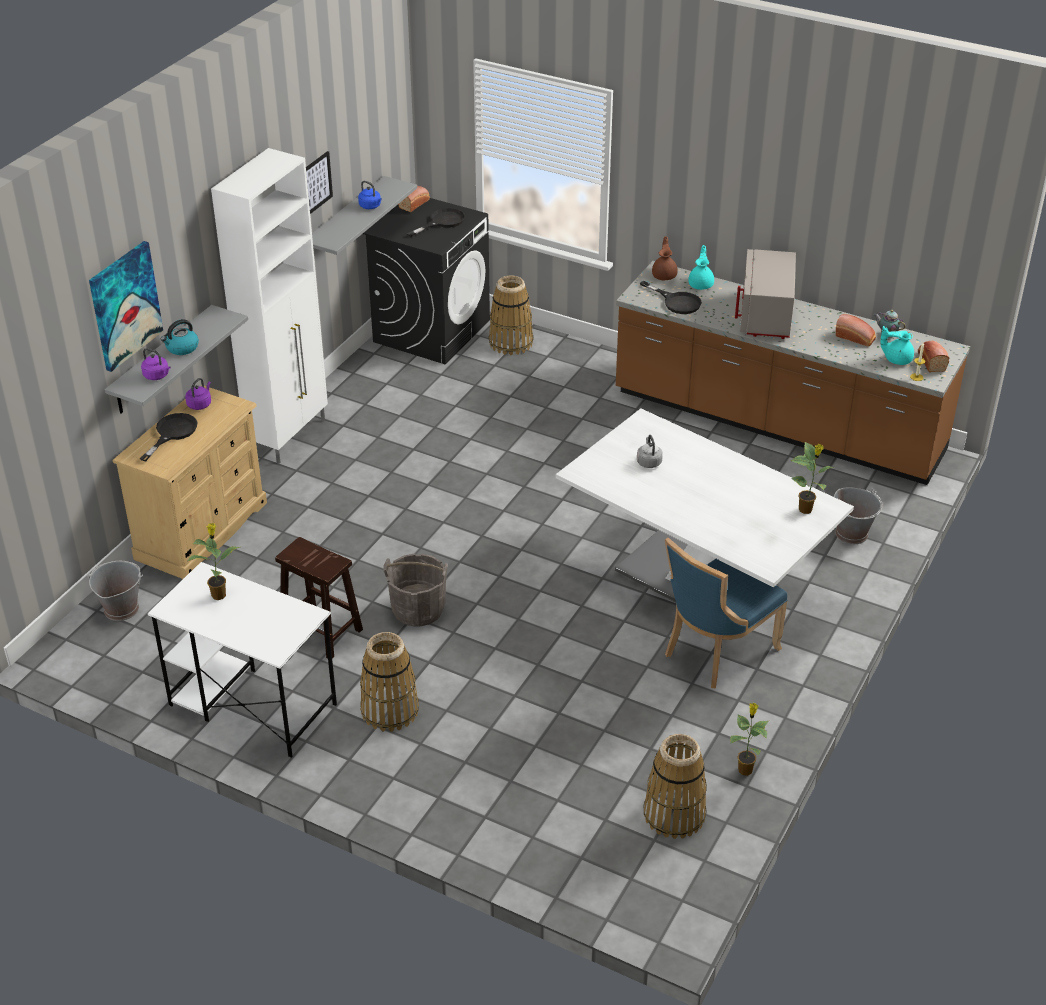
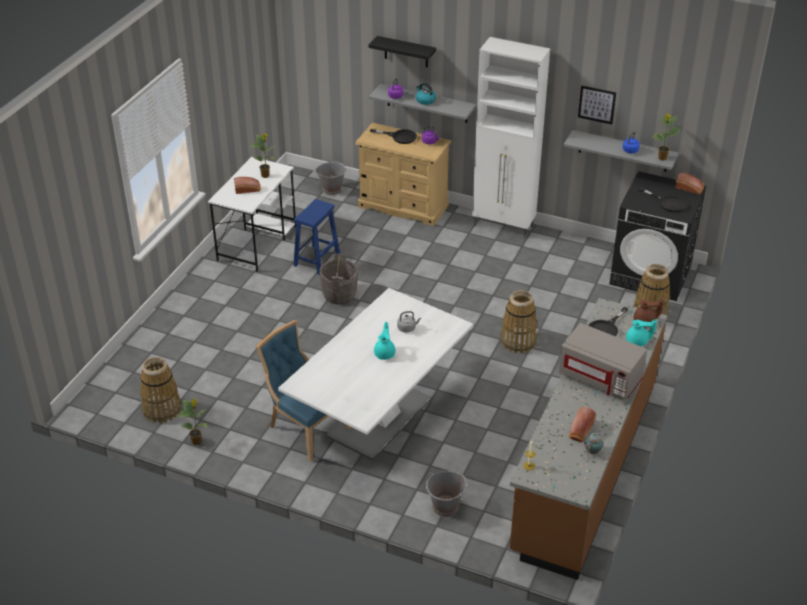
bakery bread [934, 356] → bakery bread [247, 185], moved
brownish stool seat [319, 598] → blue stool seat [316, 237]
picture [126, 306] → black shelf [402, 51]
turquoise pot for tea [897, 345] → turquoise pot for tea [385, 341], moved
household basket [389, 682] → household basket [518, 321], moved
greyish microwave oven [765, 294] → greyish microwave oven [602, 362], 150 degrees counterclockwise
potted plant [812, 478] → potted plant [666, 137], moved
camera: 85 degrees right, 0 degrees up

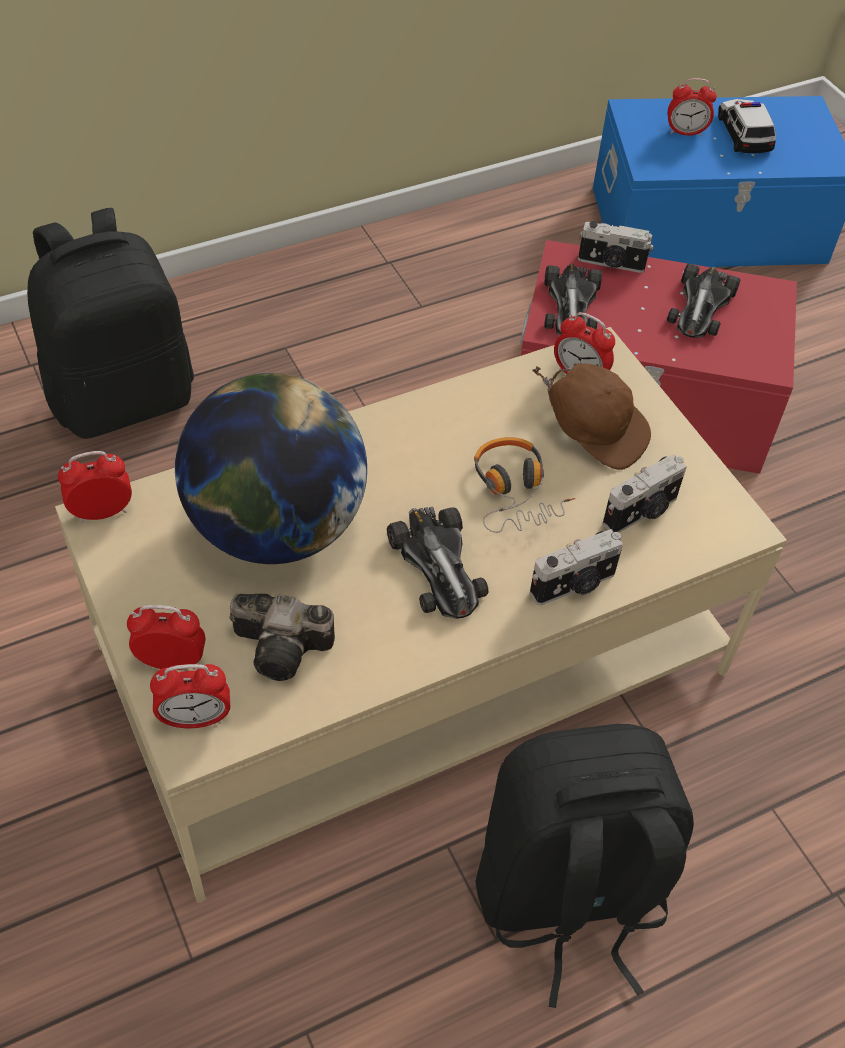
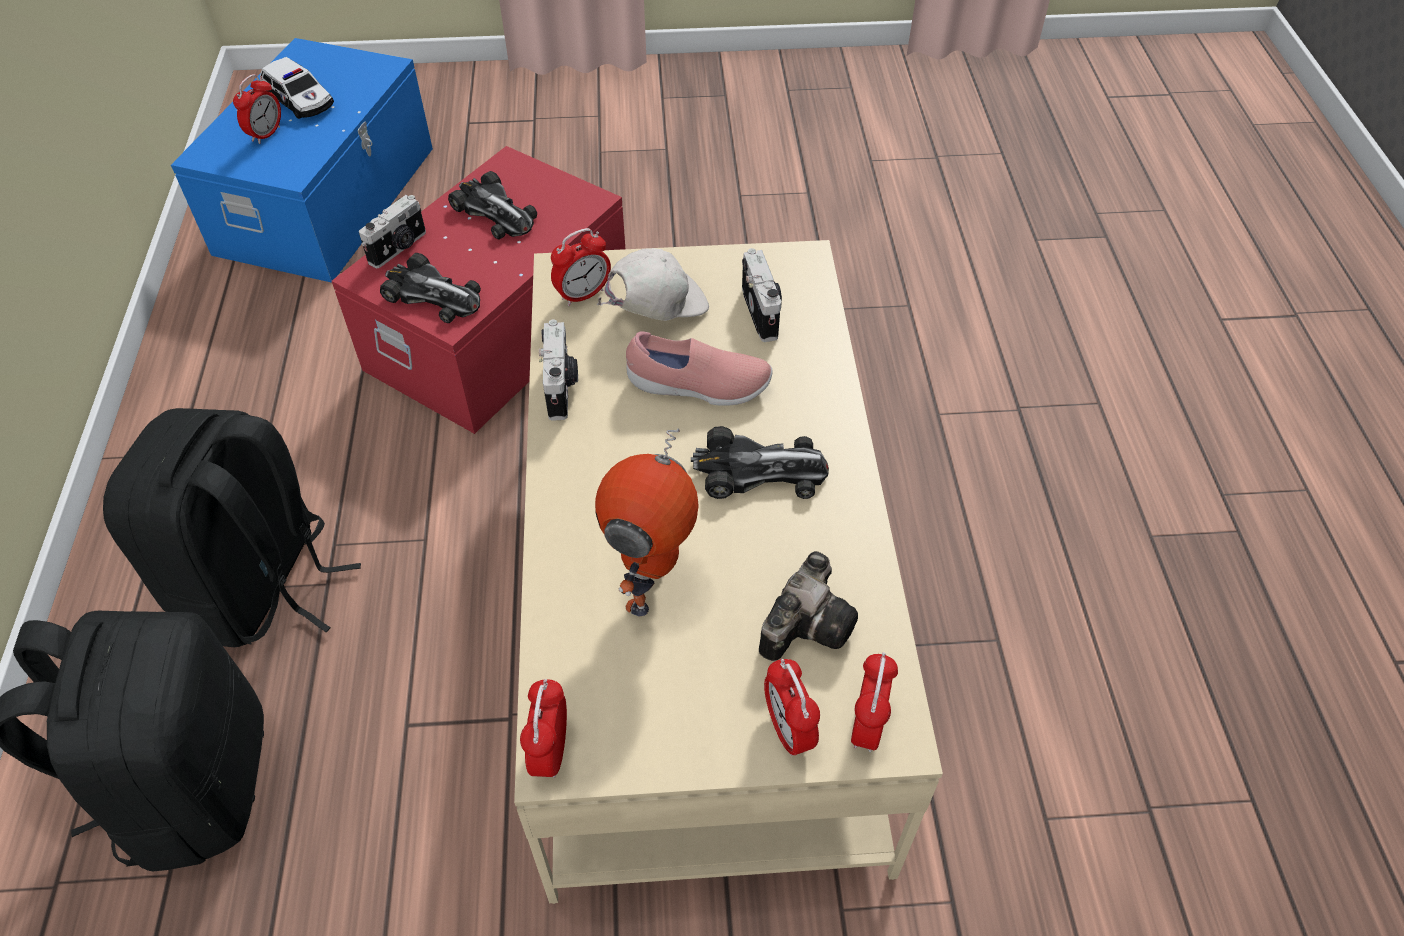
black rucksack [584, 866] → black rucksack [232, 527], moved
toy car [747, 126] → toy car [297, 88], 150 degrees counterclockwise
still camera [576, 567] → still camera [558, 370], moved
desk globe [271, 468] → model robot [647, 523]
brownish peaked cap [591, 416] → white-coloured peaked cap [653, 284]
pair of headphones [524, 485] → pinkish shoe [699, 368]
table clock [166, 637] → table clock [792, 707], 45 degrees counterclockwise
camera: 65 degrees left, 0 degrees up

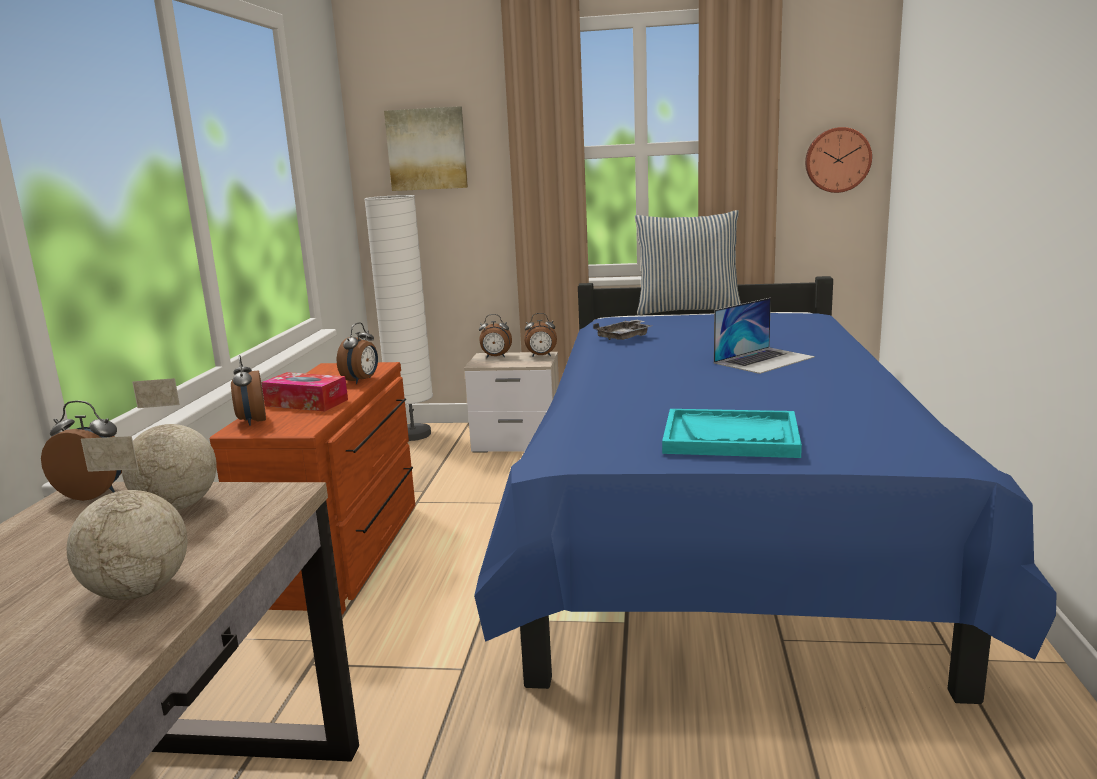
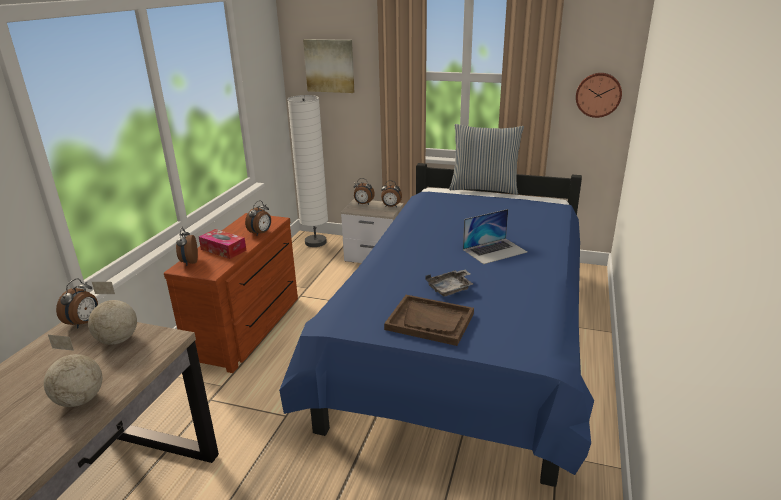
table clock [81, 450] → table clock [77, 303], 90 degrees clockwise
turquoise tray [732, 433] → brownish tray [429, 320]
greyish tray [622, 330] → greyish tray [449, 283], moved
camera: 10 degrees right, 10 degrees up

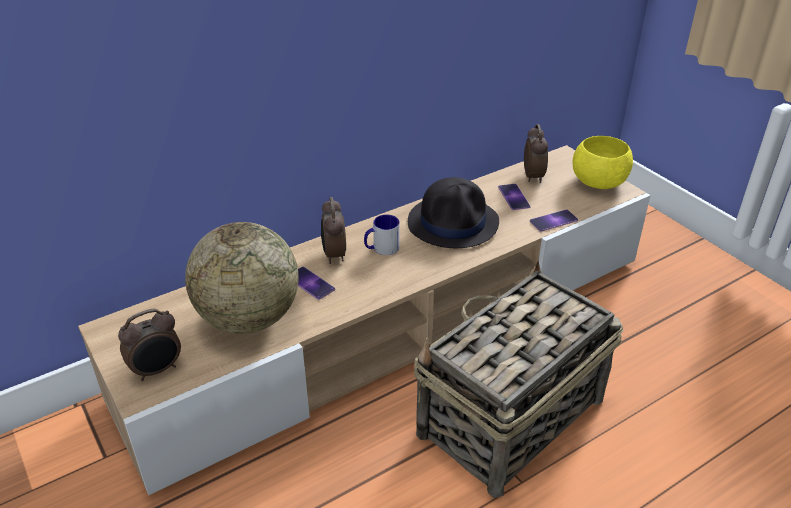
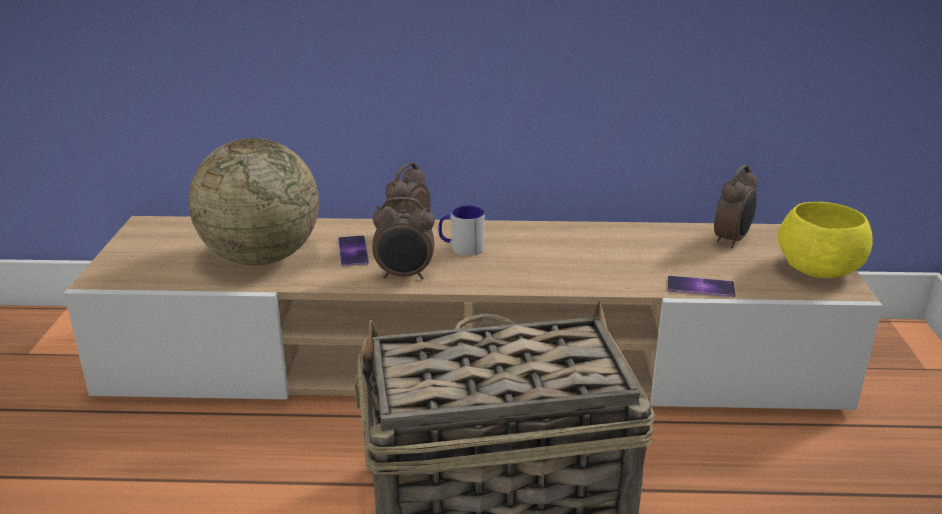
table clock [149, 345] → table clock [403, 238], moved
black hat [453, 212] → -
telephone [514, 197] → -
camera: 35 degrees right, 10 degrees down

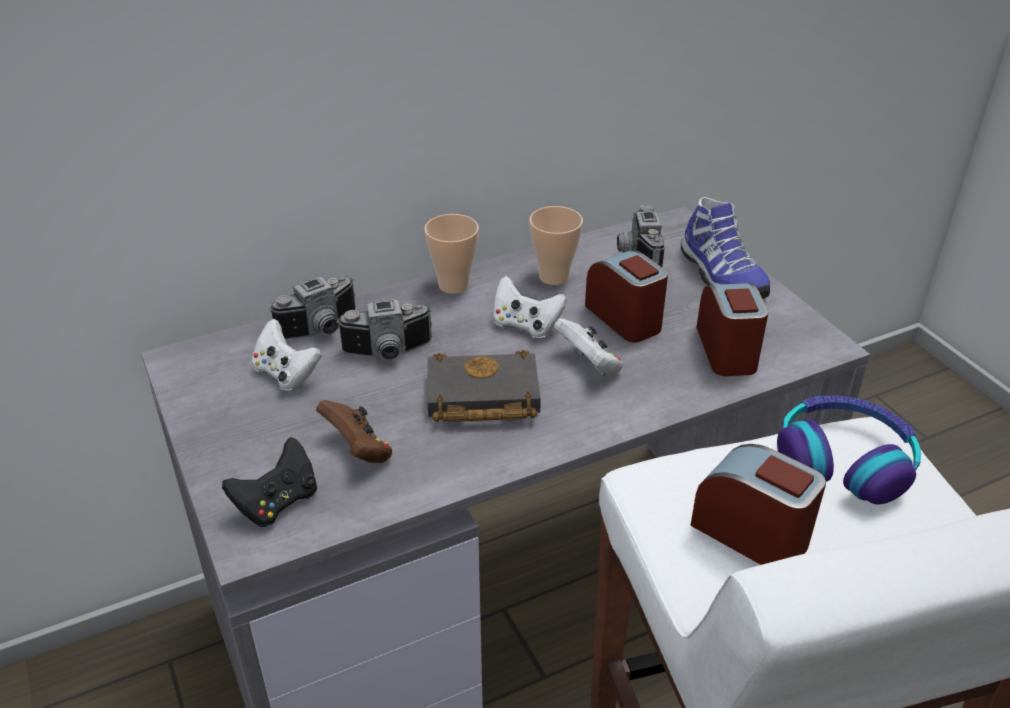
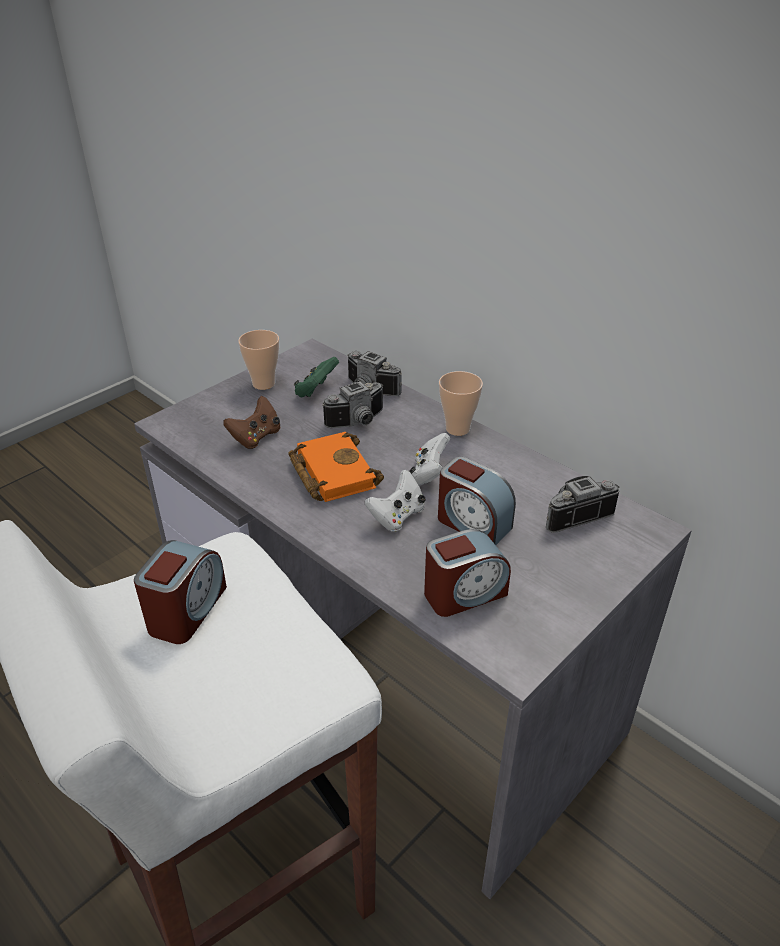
drinking cup [556, 245] → drinking cup [258, 360], moved
black bound book [484, 386] → orangey bound book [336, 467]
white-coloured joypad [287, 355] → green-coloured joypad [316, 377]
still camera [384, 329] → still camera [352, 404], 90 degrees counterclockwise
table clock [626, 296] → table clock [477, 501], 90 degrees clockwise
black joypad [269, 482] → -
shoe [725, 248] → -
pair of headphones [849, 450] → -
camera: 70 degrees right, 0 degrees up

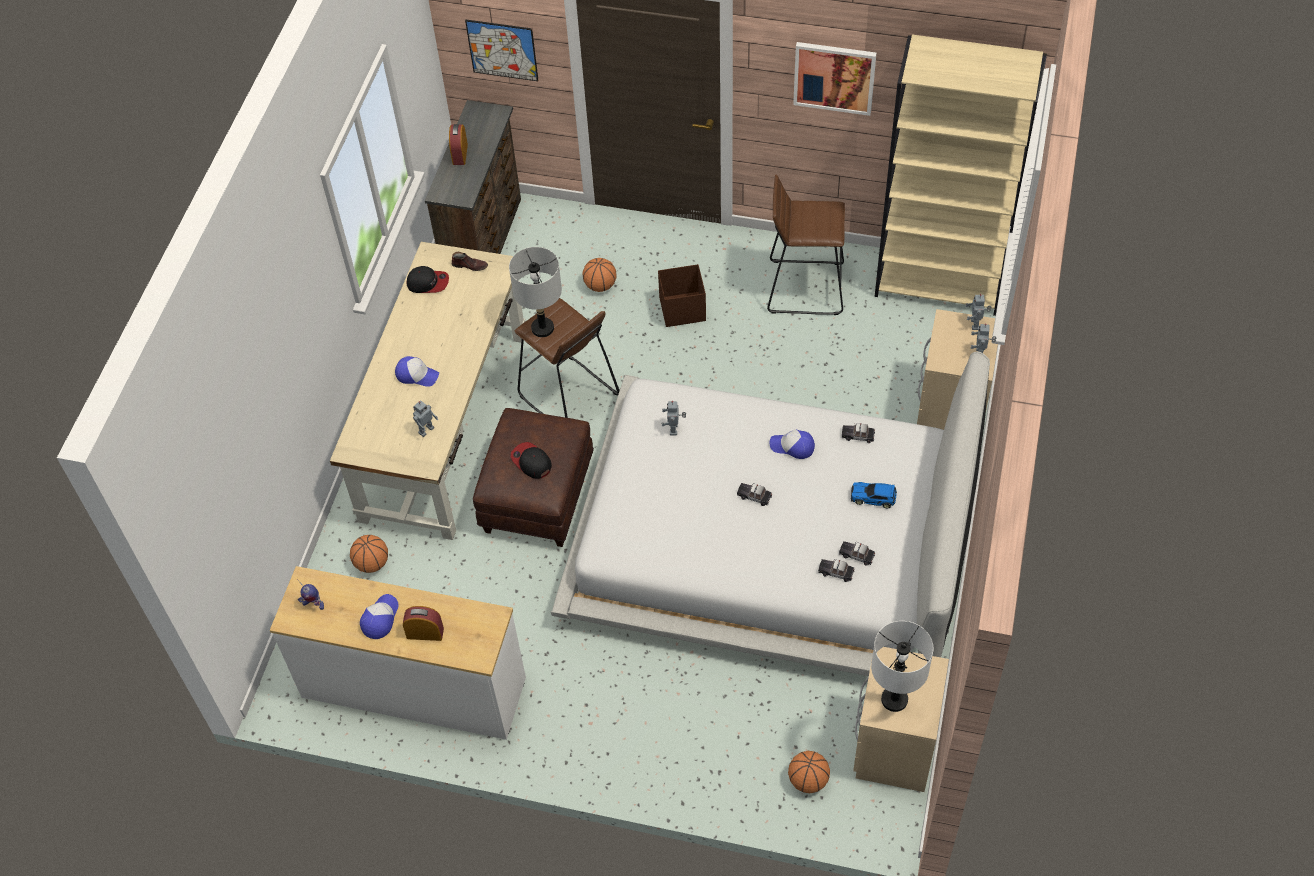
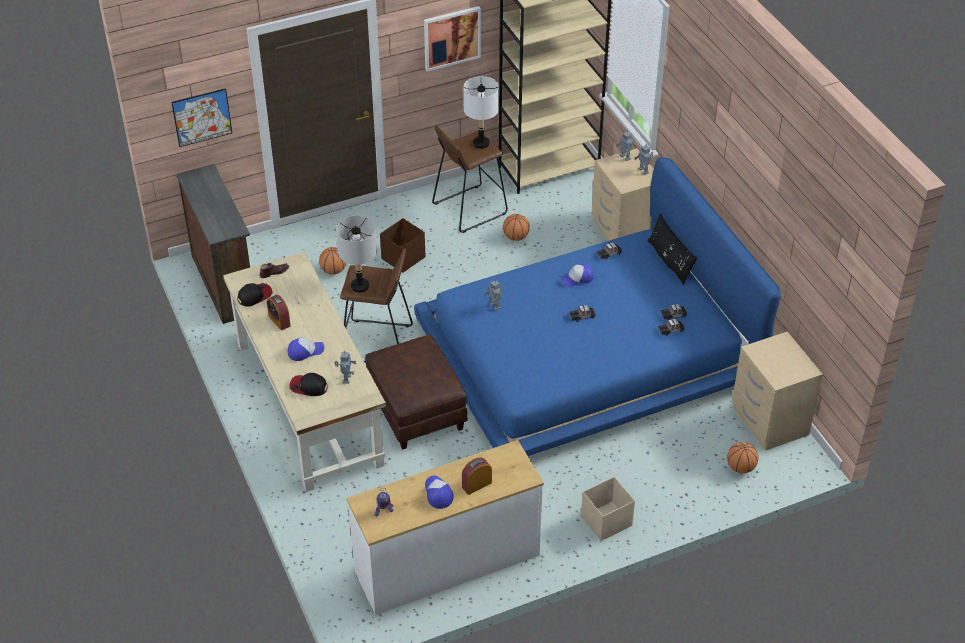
table clock [458, 144] → table clock [279, 313], moved
peaked cap [531, 460] → peaked cap [308, 384], moved
white-coloured bed [770, 513] → blue bed [597, 306]
white-coloured tabletop lamp [902, 666] → white-coloured tabletop lamp [481, 112], moved
ball for basketball [369, 554] → ball for basketball [516, 227], moved
- → sand-coloured storage container [608, 509]
- → black cushion [672, 249]
toy car [874, 495] → -
camera: 40 degrees left, 10 degrees down

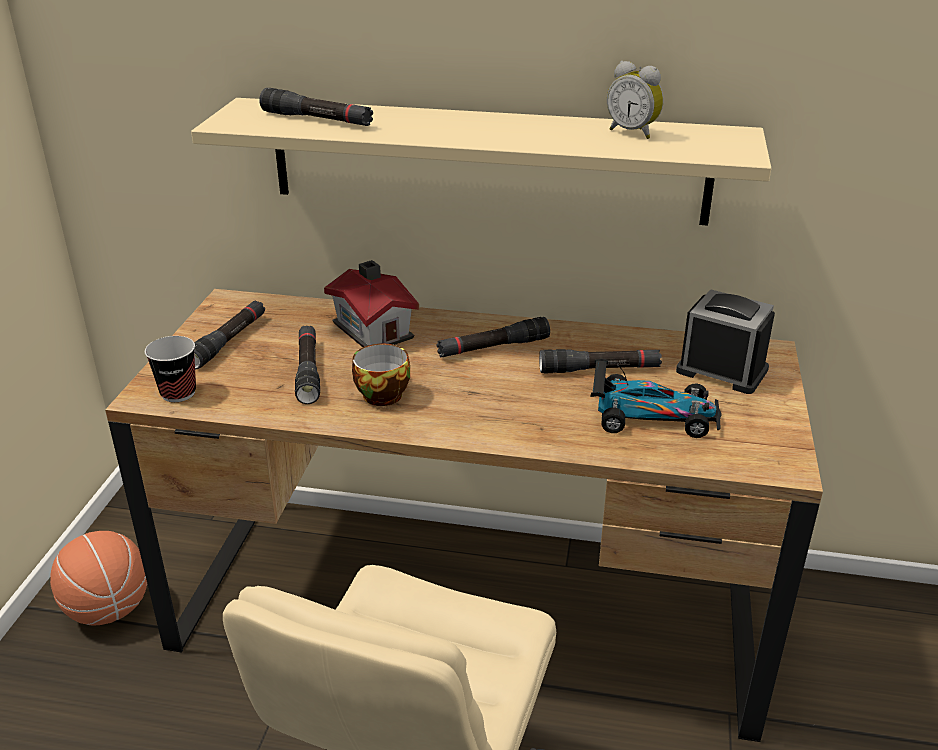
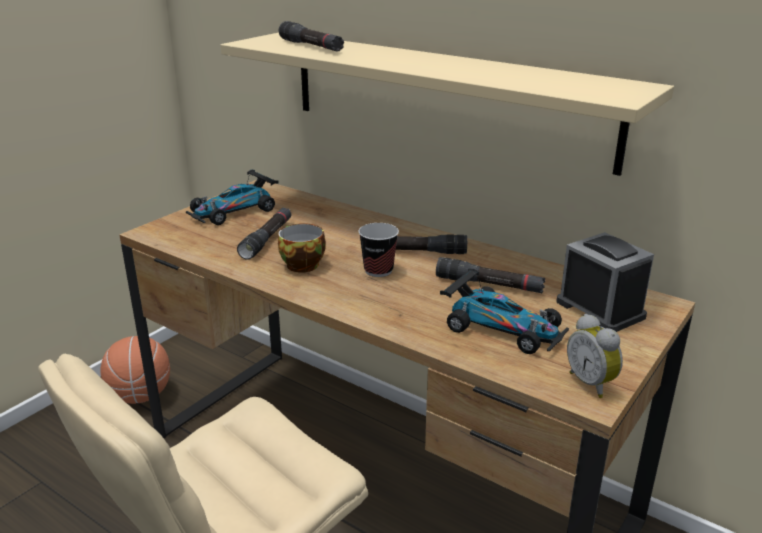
black flashlight [229, 334] → toy car [232, 197]
drinking cup [170, 369] → drinking cup [378, 250], moved
table clock [635, 100] → table clock [595, 356], moved
miniature house [371, 303] → -
camera: 25 degrees right, 5 degrees down

